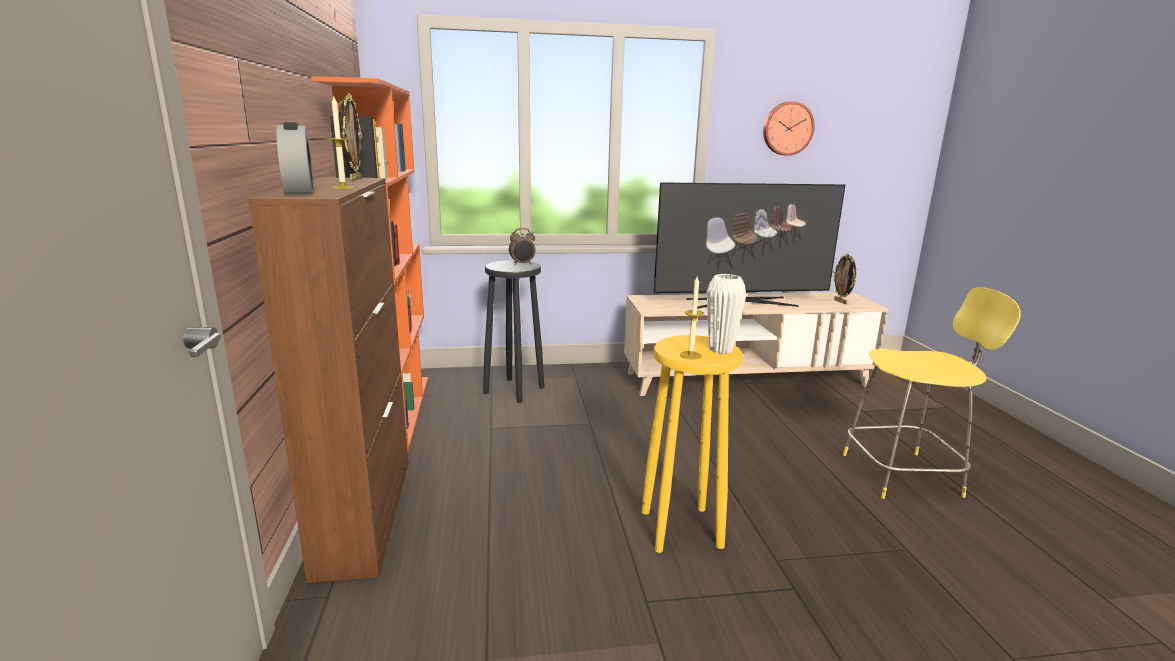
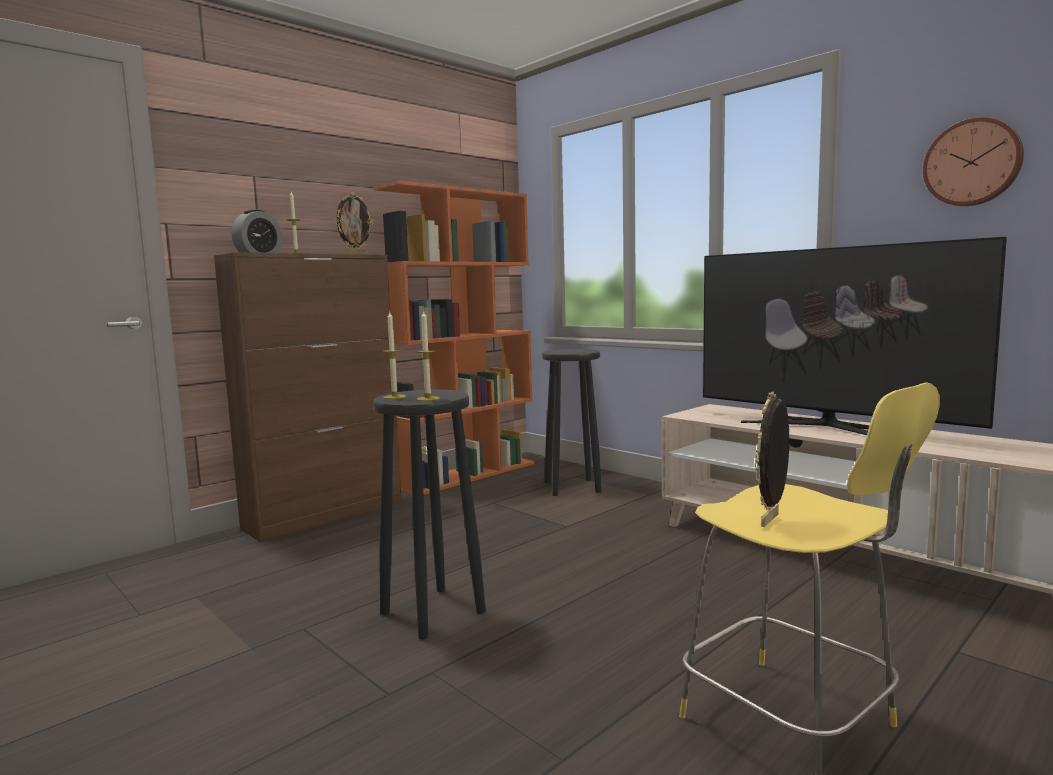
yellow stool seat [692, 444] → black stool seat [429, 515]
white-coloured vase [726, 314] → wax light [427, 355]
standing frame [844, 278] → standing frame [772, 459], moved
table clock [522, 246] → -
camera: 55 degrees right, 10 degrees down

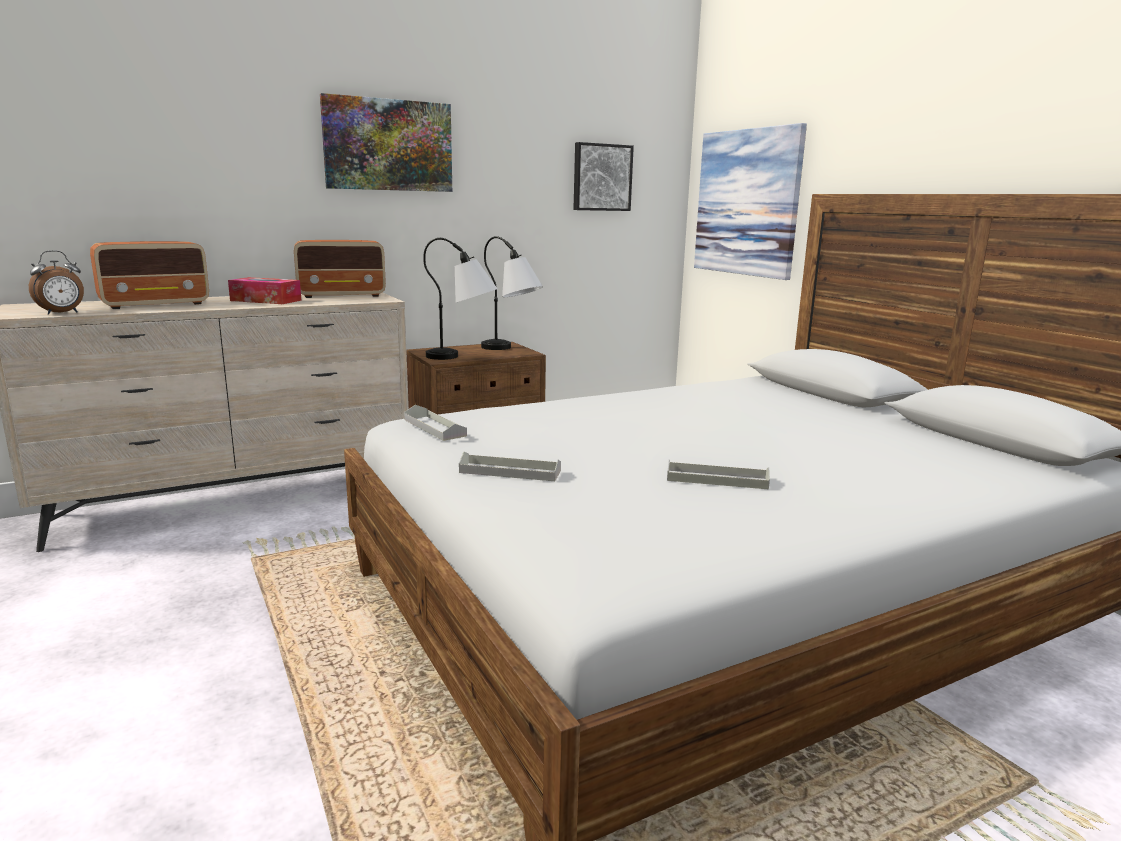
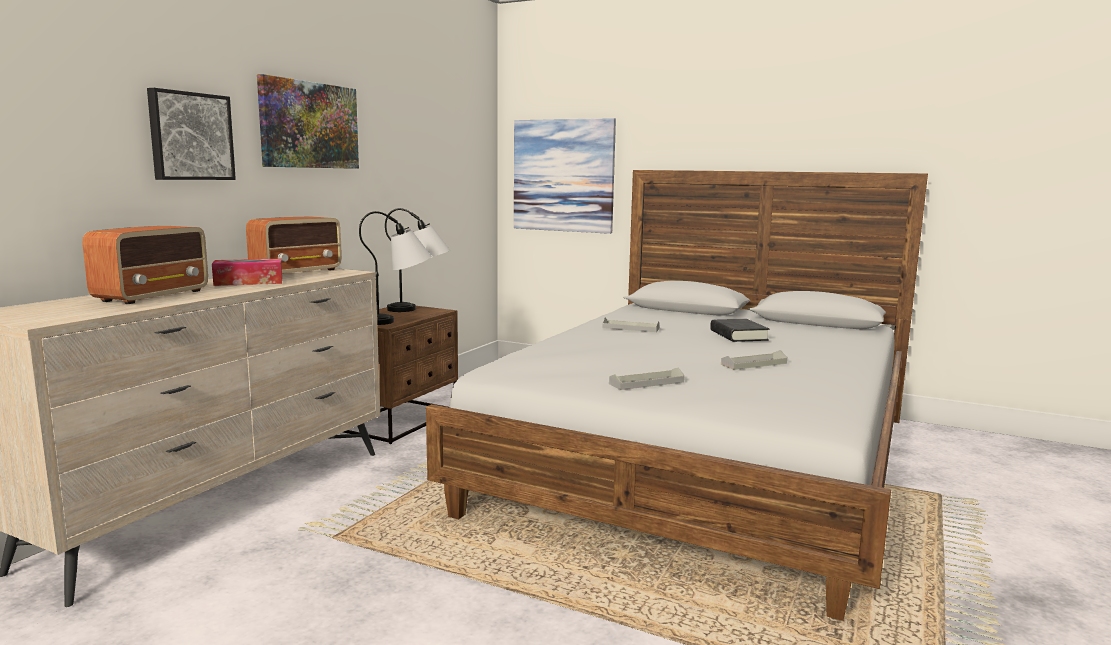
picture [603, 176] → picture [191, 134], moved
greyish tray [435, 423] → greyish tray [631, 325], moved
- → black bound book [739, 330]
table clock [56, 282] → -
camera: 35 degrees left, 5 degrees down

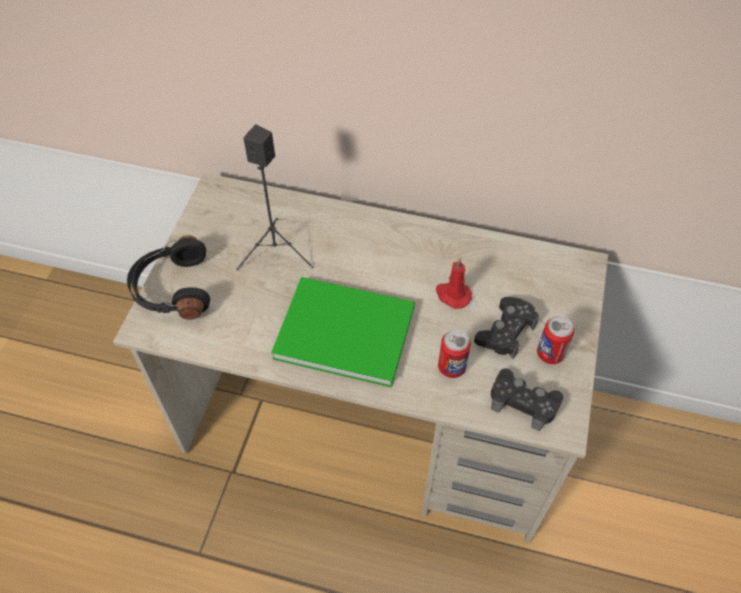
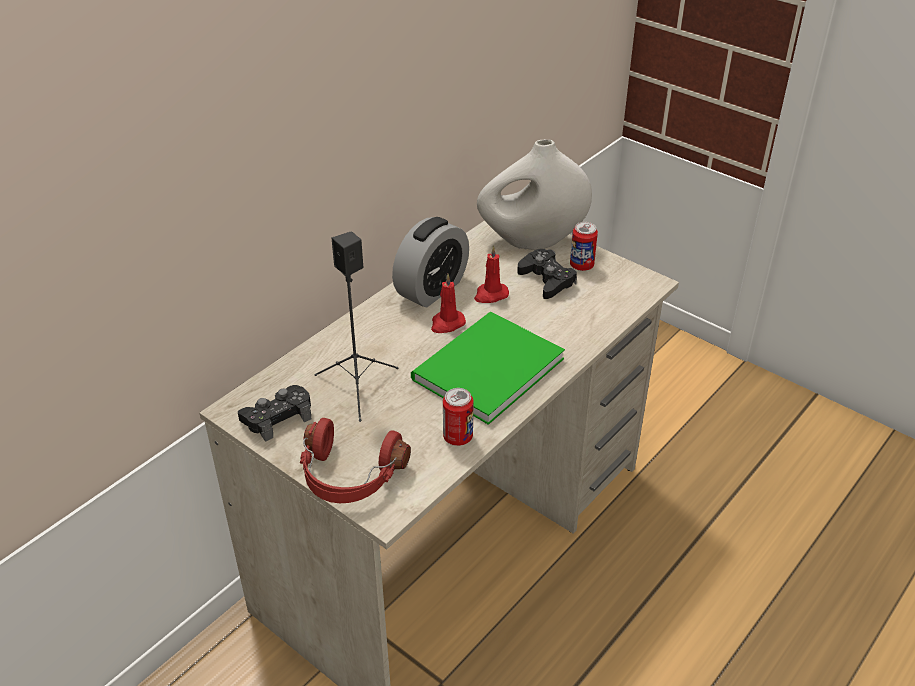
black joypad [527, 399] → black joypad [274, 413], moved
black pair of headphones [168, 277] → red-coloured pair of headphones [355, 460]
- → table clock [430, 262]
- → red-coloured wax light [448, 303]
metal can [454, 353] → metal can [458, 417], moved
- → white-coloured vase [534, 194]
camera: 65 degrees left, 15 degrees down

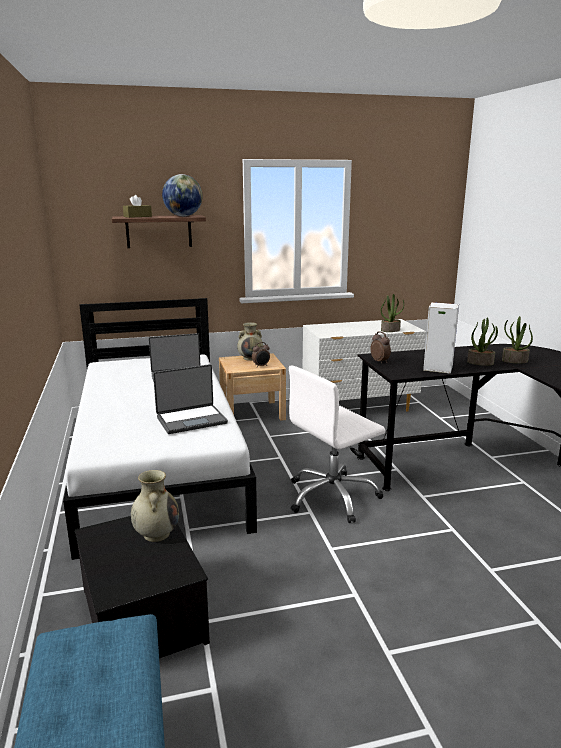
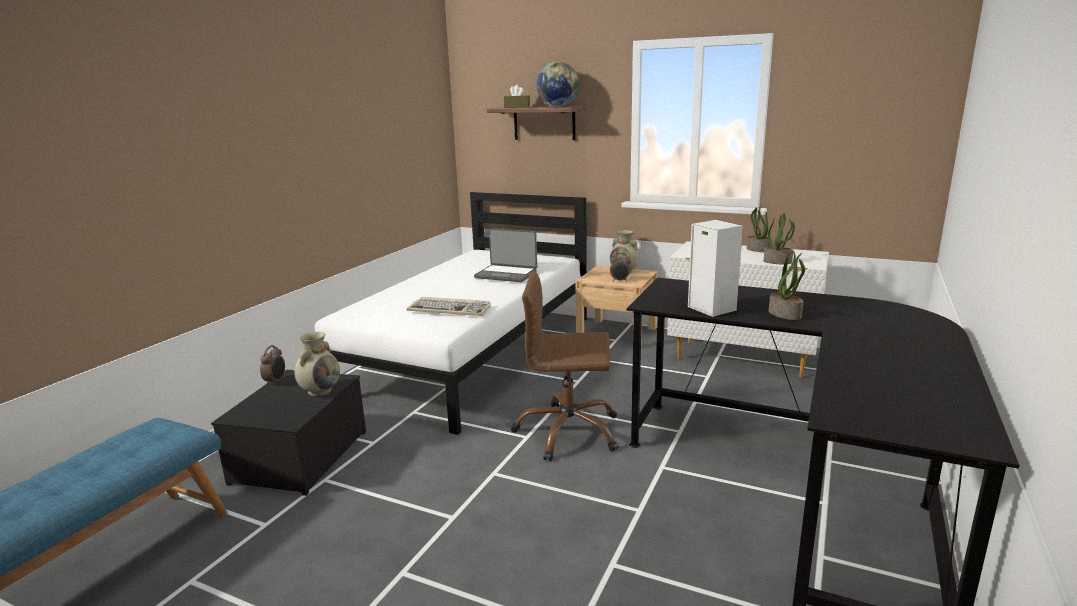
table clock [381, 347] → table clock [272, 365], moved
laptop [190, 399] → computer keyboard [449, 306]
white-coloured computer chair [337, 444] → brownish computer chair [565, 366]
potted plant [517, 339] → potted plant [759, 228], moved
camera: 40 degrees right, 0 degrees up

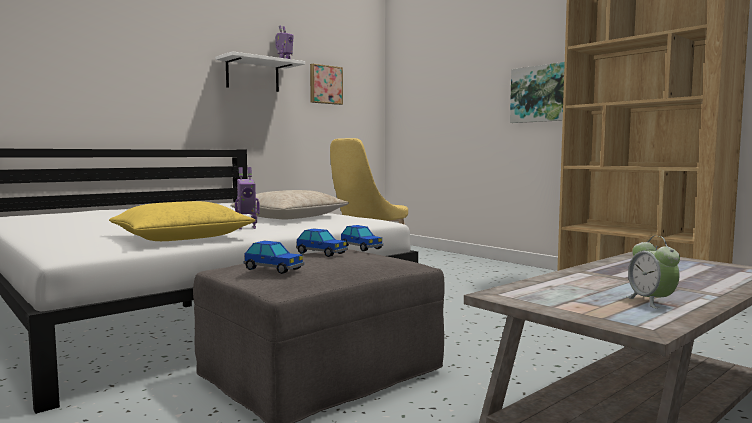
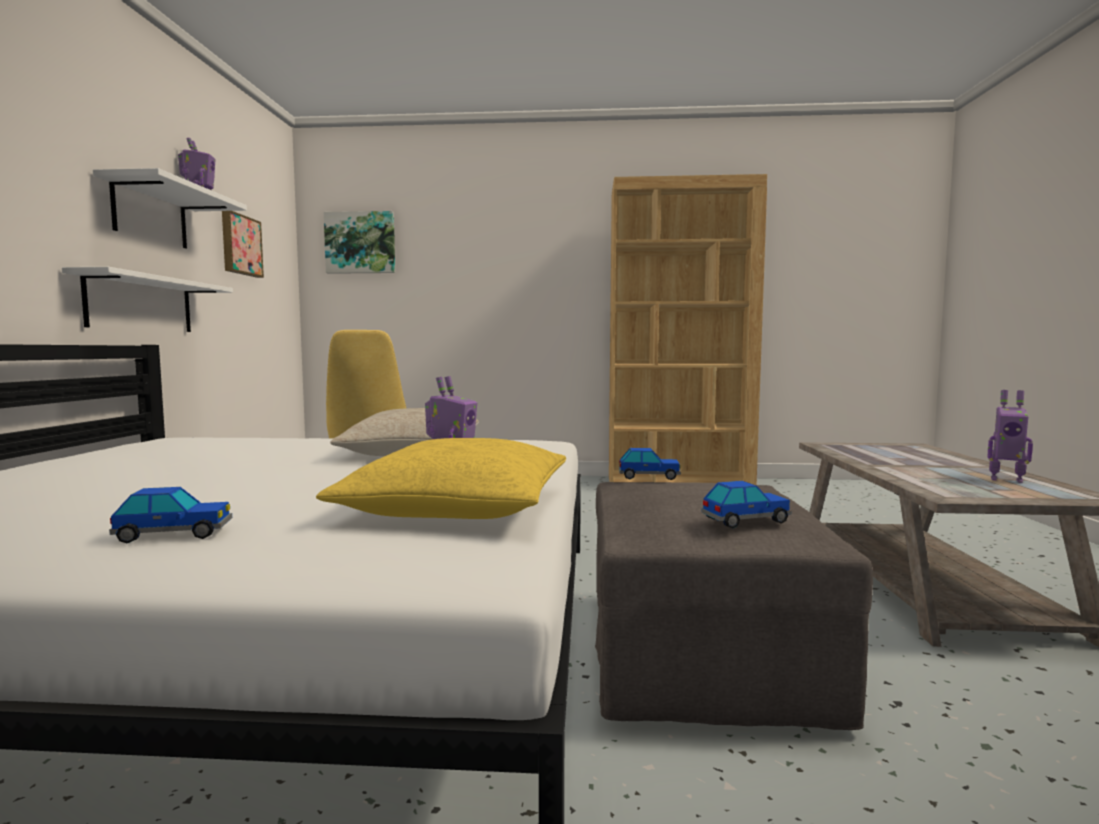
- → white-coloured shelf [147, 299]
toy car [322, 242] → toy car [170, 515], moved
picture [537, 92] → picture [359, 242], moved
table clock [653, 272] → model robot [1010, 436]
camera: 45 degrees left, 0 degrees up

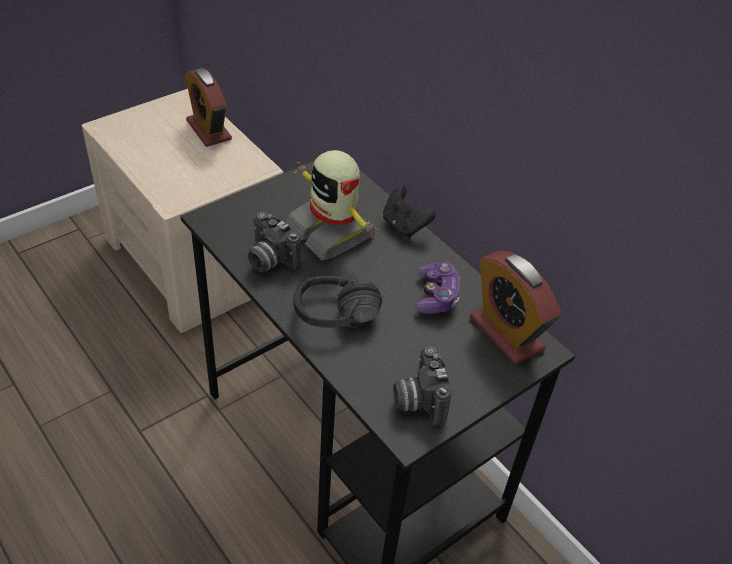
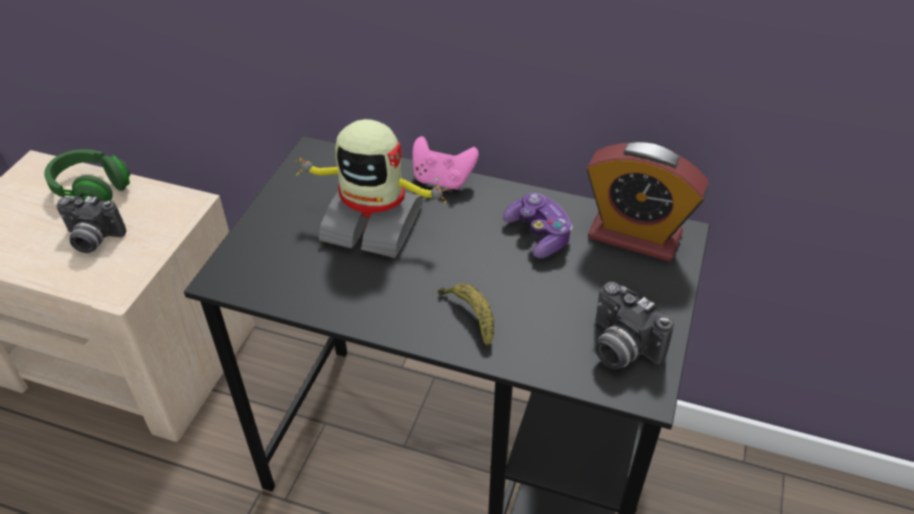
table clock [208, 107] → green-coloured pair of headphones [87, 175]
still camera [274, 242] → still camera [91, 224], moved
black joypad [409, 212] → pinkish joypad [445, 163]
black pair of headphones [338, 302] → whole banana [466, 314]
camera: 30 degrees left, 0 degrees up

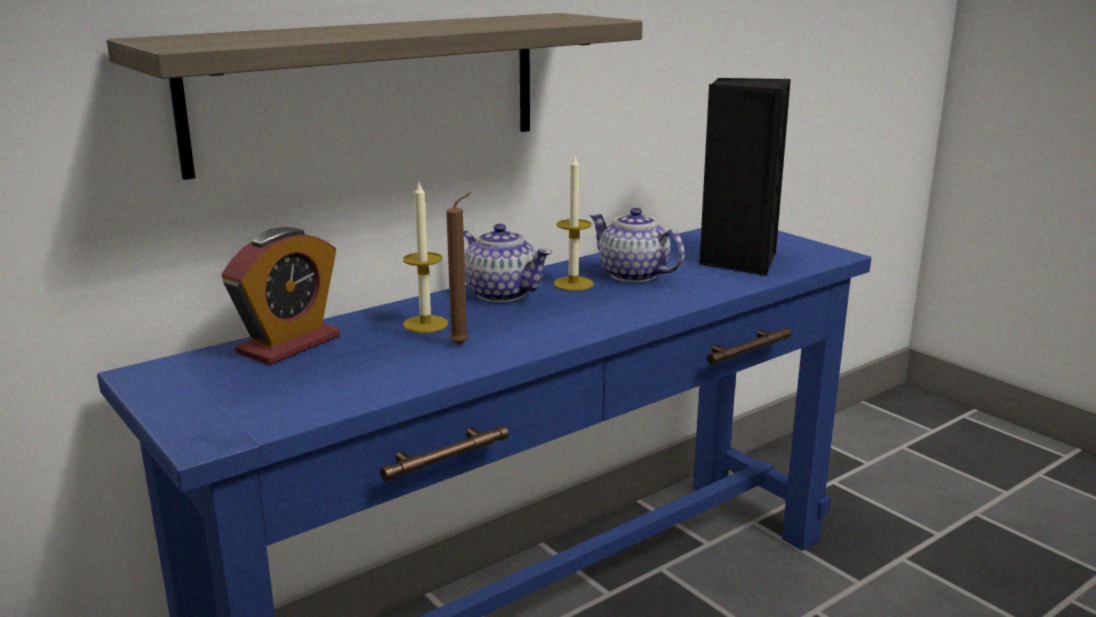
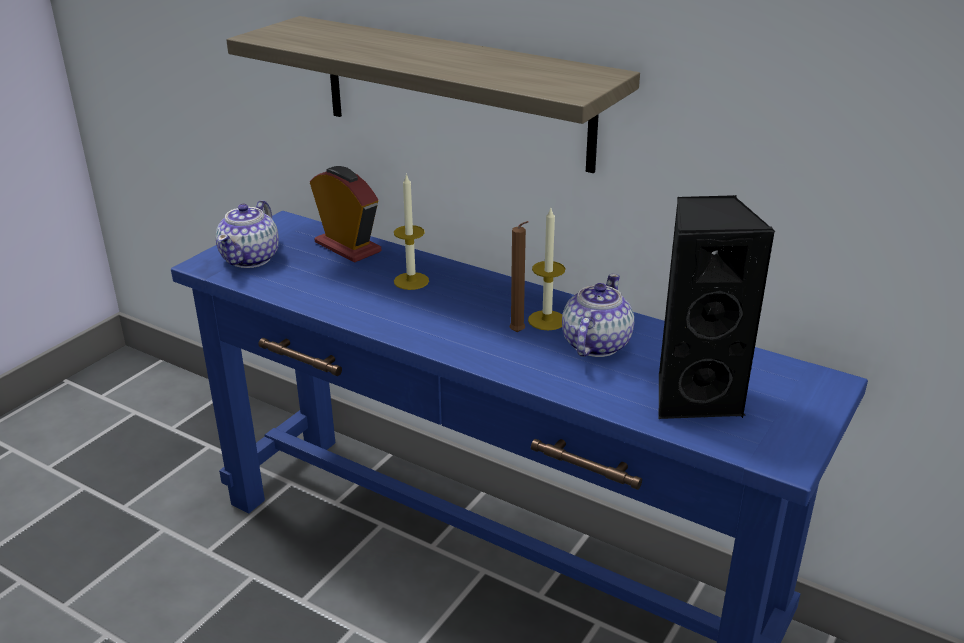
pot for tea [508, 263] → pot for tea [247, 234], moved
table clock [281, 296] → table clock [345, 214], 150 degrees counterclockwise
brownish wax light [458, 269] → brownish wax light [519, 276], moved
camera: 70 degrees right, 10 degrees up

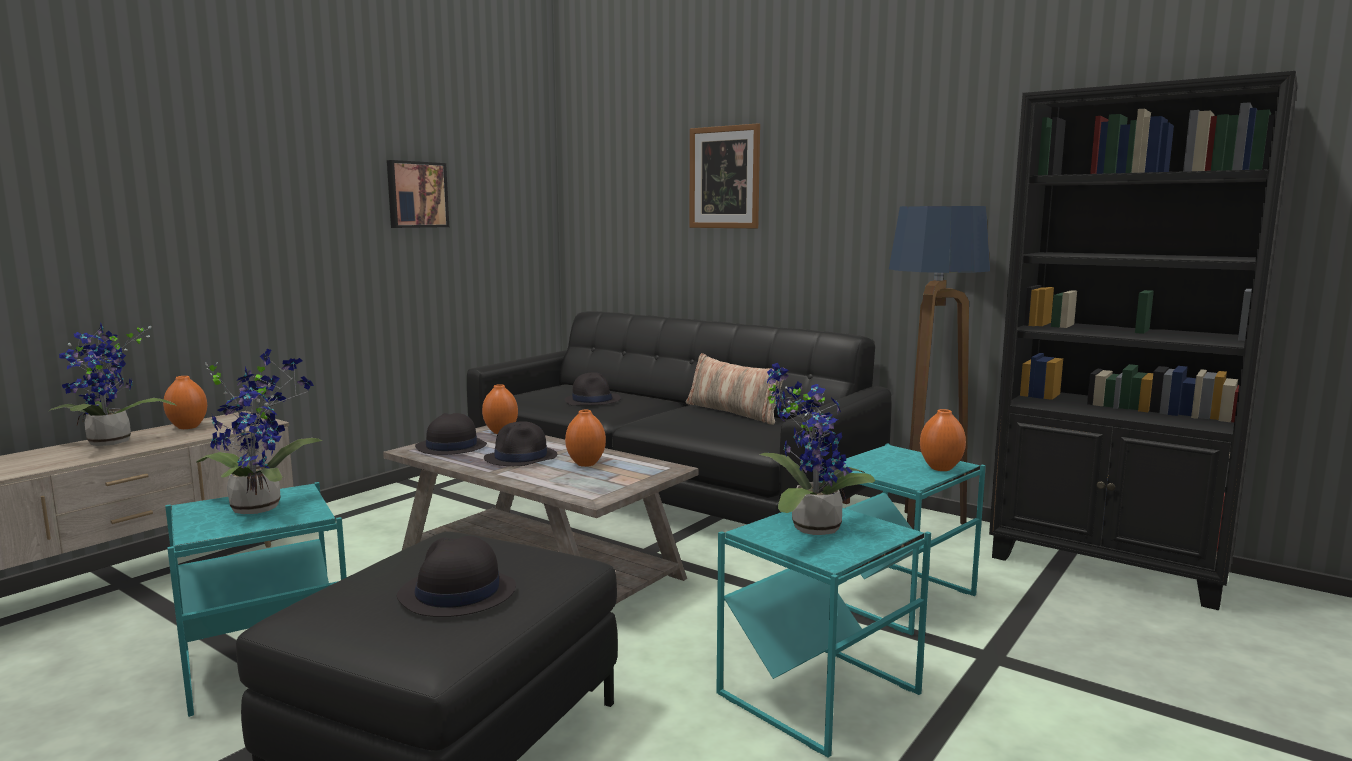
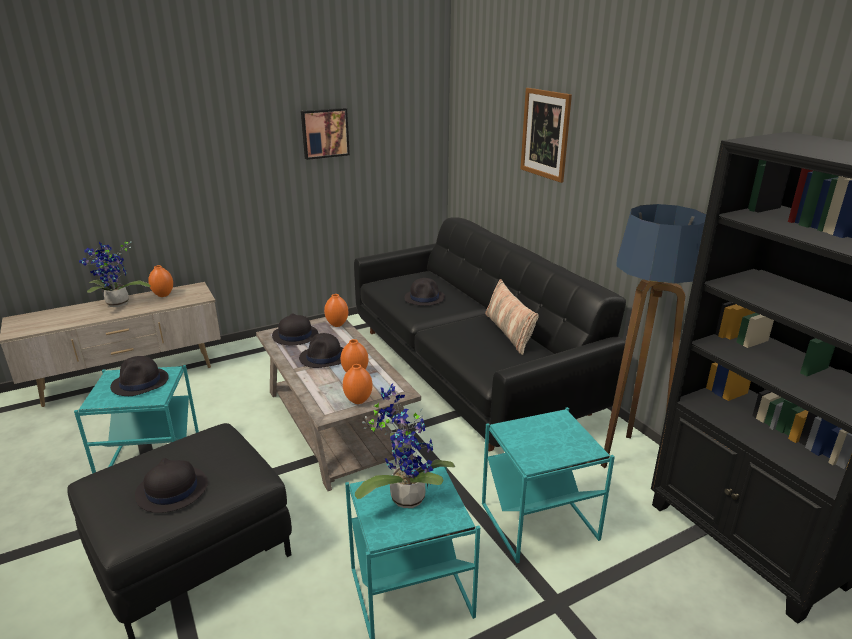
potted plant [259, 431] → black hat [139, 376]
orangey vase [943, 440] → orangey vase [358, 384], moved
camera: 25 degrees right, 15 degrees up

